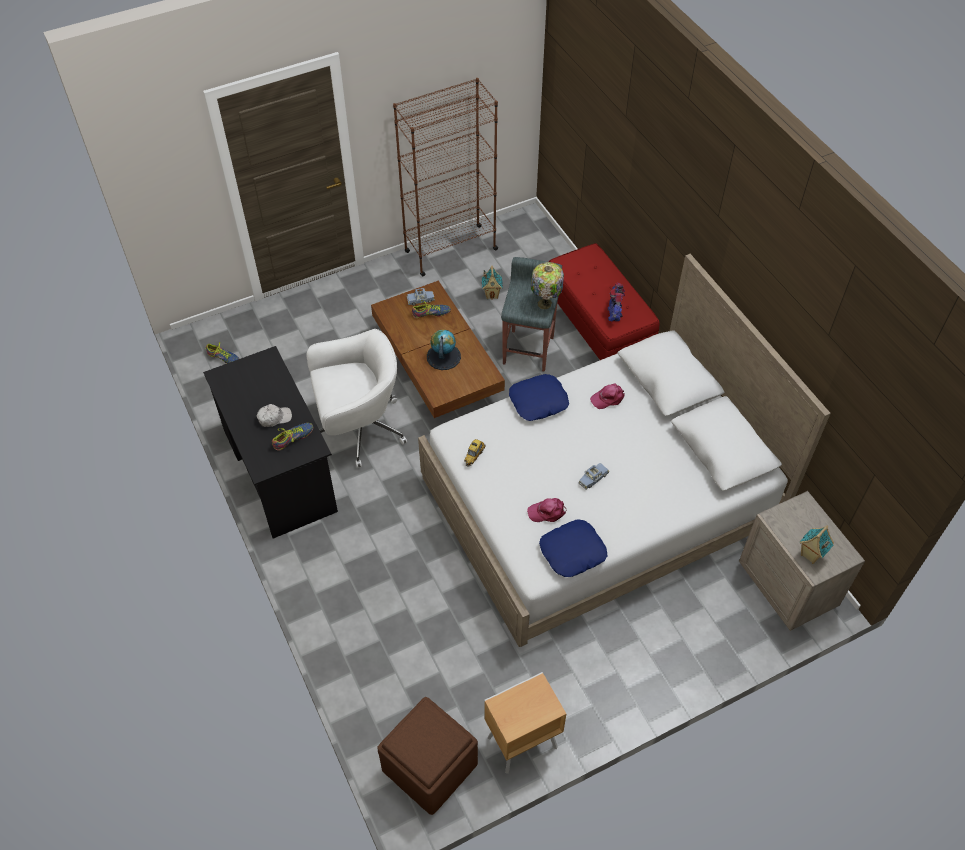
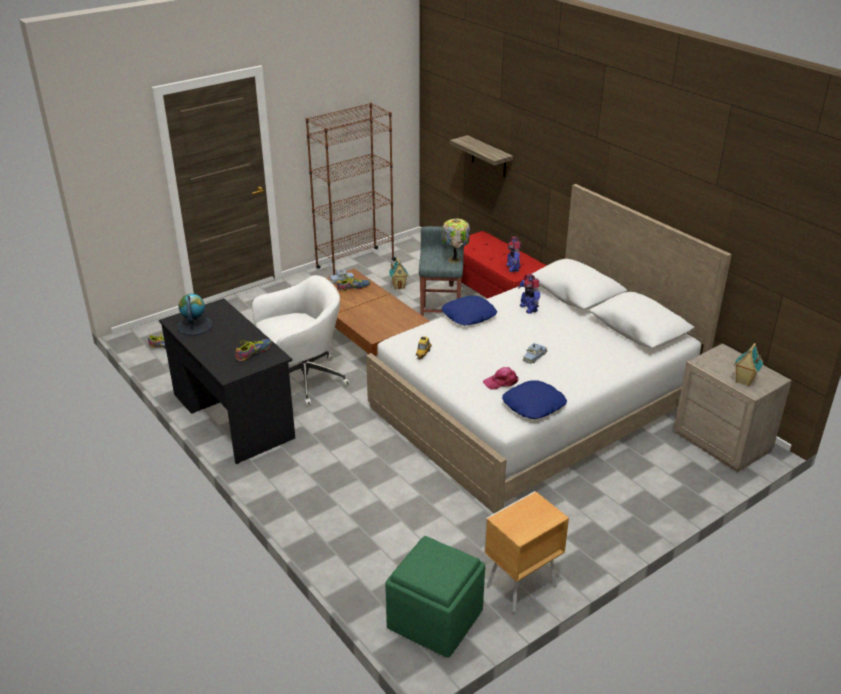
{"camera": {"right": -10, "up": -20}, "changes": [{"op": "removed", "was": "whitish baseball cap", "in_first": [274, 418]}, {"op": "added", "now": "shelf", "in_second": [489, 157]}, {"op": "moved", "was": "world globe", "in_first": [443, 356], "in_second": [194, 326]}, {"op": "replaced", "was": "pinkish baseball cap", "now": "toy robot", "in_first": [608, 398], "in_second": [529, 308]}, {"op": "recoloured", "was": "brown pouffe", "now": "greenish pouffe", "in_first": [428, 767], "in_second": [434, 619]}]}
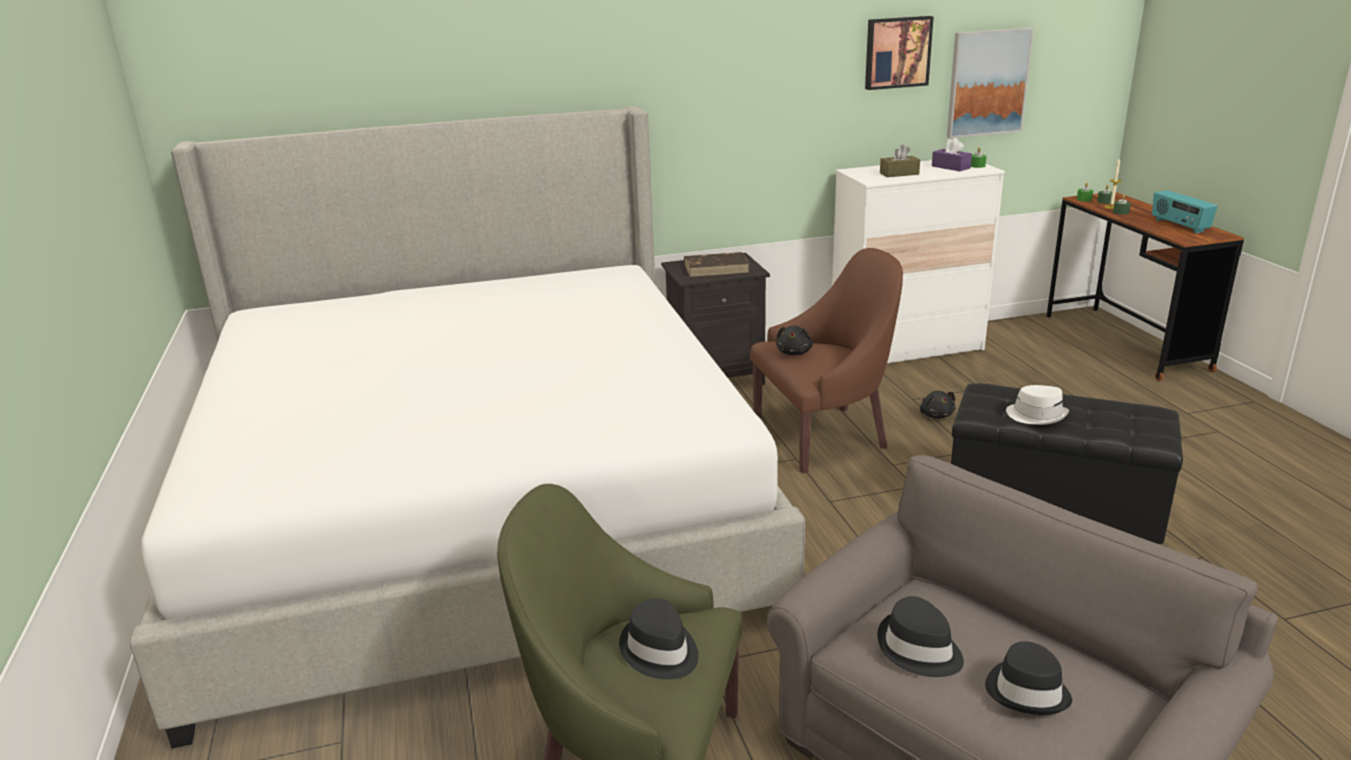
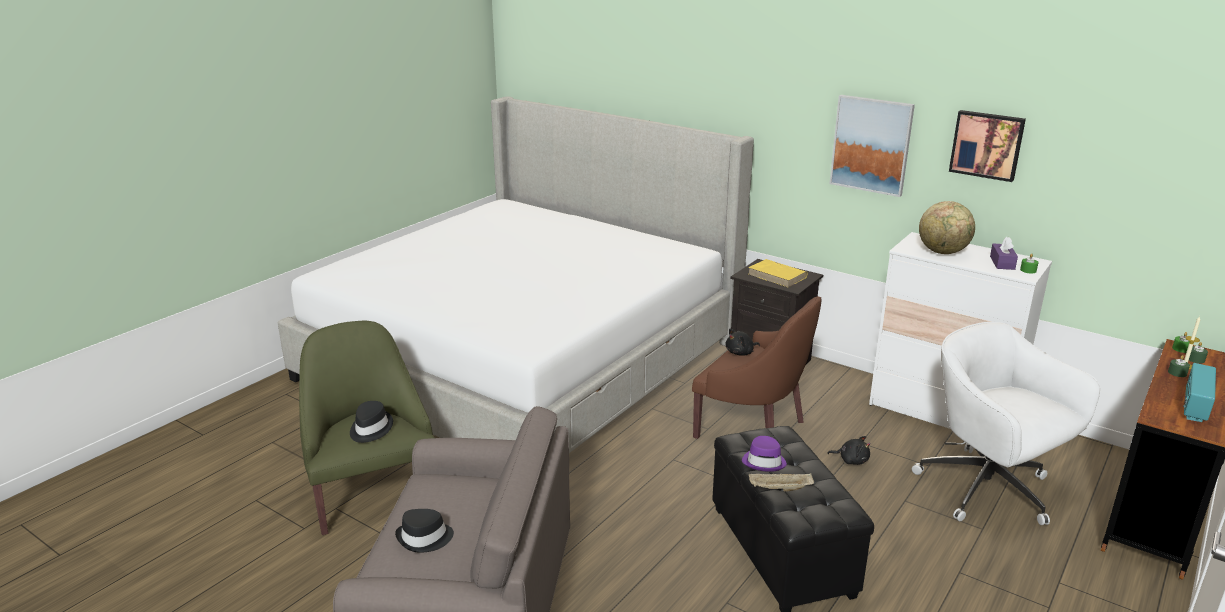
{"camera": {"right": 50, "up": 0}, "changes": [{"op": "removed", "was": "black-coloured hat", "in_first": [919, 650]}, {"op": "added", "now": "beige-coloured serving tray", "in_second": [779, 489]}, {"op": "added", "now": "whitish office chair", "in_second": [989, 491]}, {"op": "moved", "was": "wall picture", "in_first": [987, 83], "in_second": [871, 145]}, {"op": "replaced", "was": "brown tissue box", "now": "world globe", "in_first": [899, 174], "in_second": [943, 252]}, {"op": "recoloured", "was": "brown book", "now": "yellow book", "in_first": [717, 268], "in_second": [777, 276]}, {"op": "recoloured", "was": "whitish hat", "now": "purple-coloured hat", "in_first": [1036, 415], "in_second": [764, 462]}, {"op": "turned", "was": "black-coloured plush toy", "in_first": [936, 415], "in_second": [851, 460], "clockwise": -105}]}
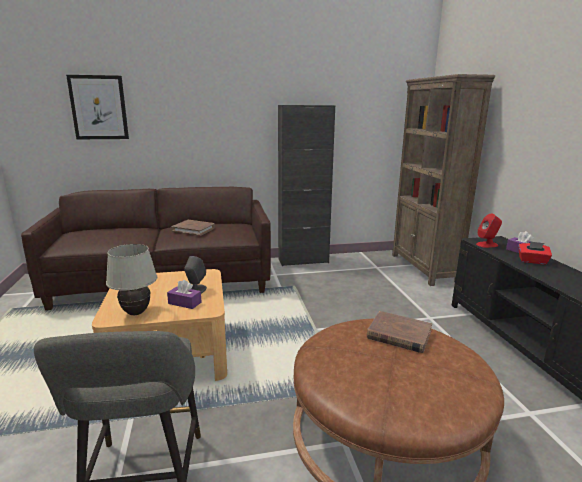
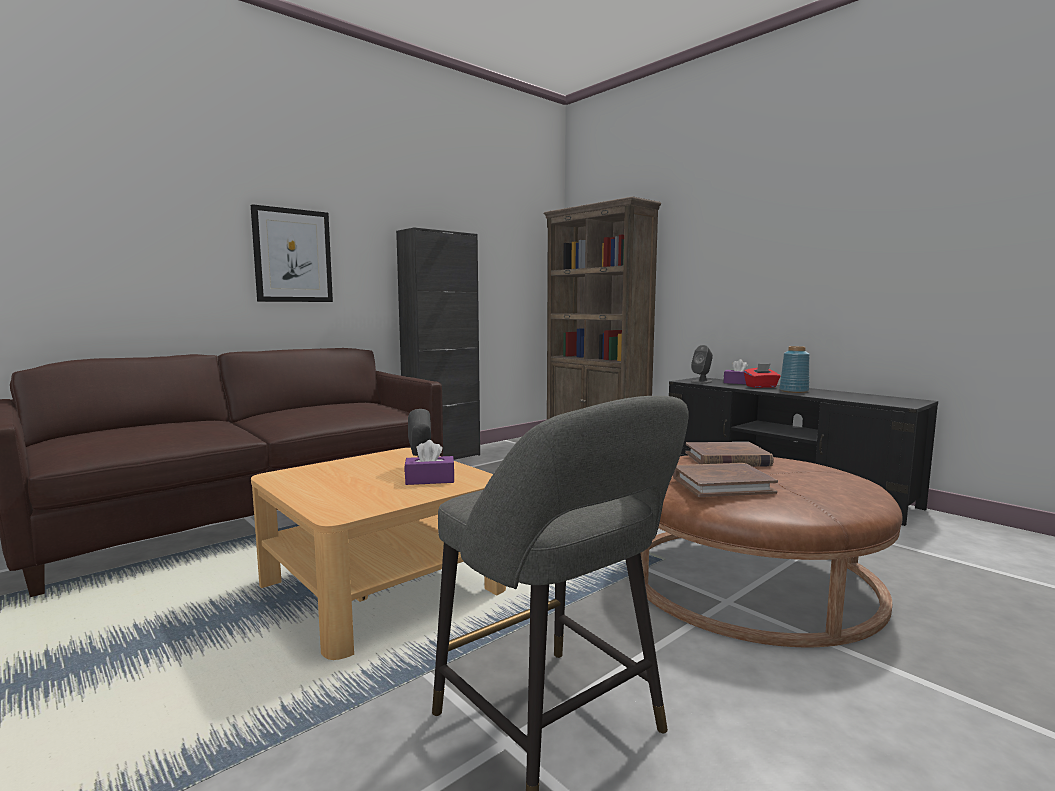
{"camera": {"right": -30, "up": -10}, "changes": [{"op": "removed", "was": "whitish lamp for a table", "in_first": [136, 313]}, {"op": "added", "now": "blue flower vase", "in_second": [794, 391]}, {"op": "moved", "was": "wall picture", "in_first": [99, 107], "in_second": [292, 256]}, {"op": "moved", "was": "brown book", "in_first": [194, 229], "in_second": [722, 484]}, {"op": "recoloured", "was": "reddish audio speaker", "now": "gray audio speaker", "in_first": [487, 244], "in_second": [701, 382]}]}
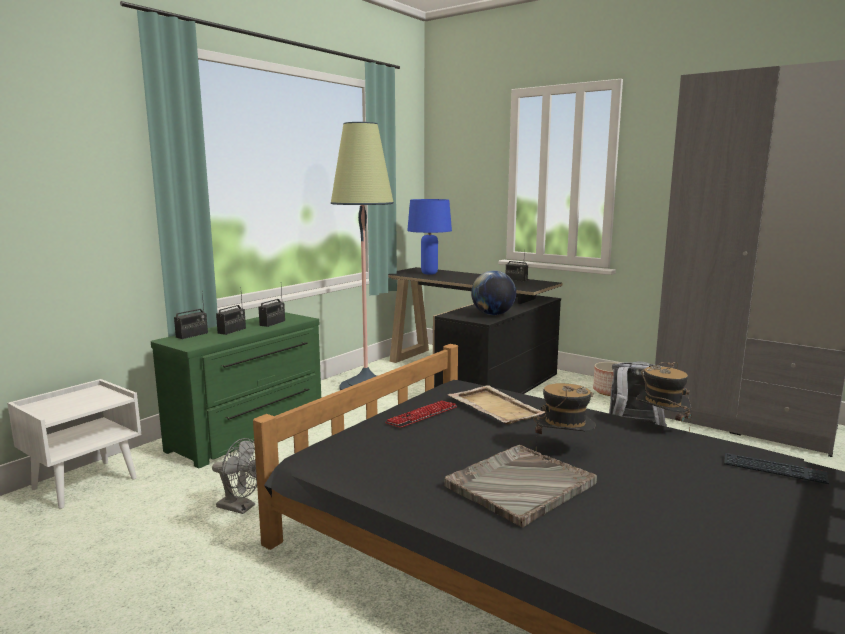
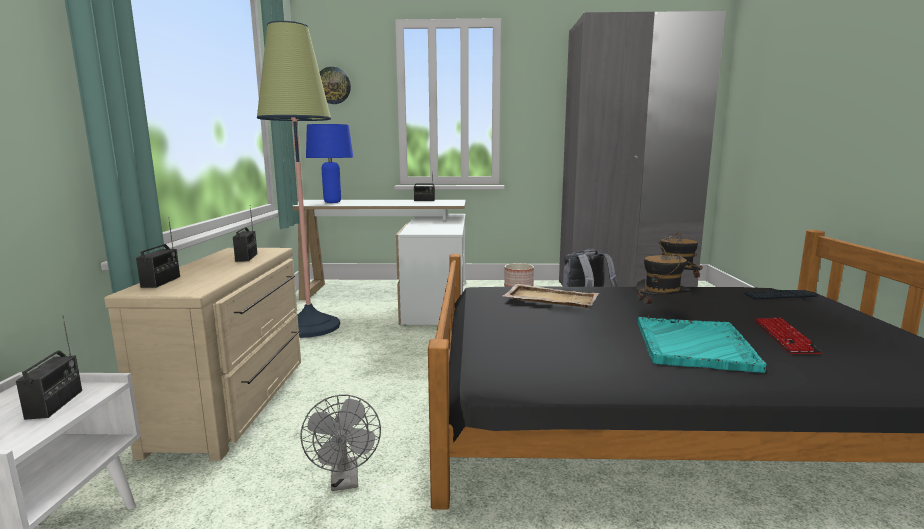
{"camera": {"right": -35, "up": 0}, "changes": [{"op": "removed", "was": "world globe", "in_first": [493, 314]}, {"op": "added", "now": "wall clock", "in_second": [333, 85]}, {"op": "moved", "was": "radio set", "in_first": [232, 331], "in_second": [55, 404]}, {"op": "moved", "was": "keyboard", "in_first": [422, 416], "in_second": [784, 337]}, {"op": "recoloured", "was": "greenish dresser", "now": "beige-coloured dresser", "in_first": [251, 433], "in_second": [237, 402]}, {"op": "recoloured", "was": "black-coloured desk unit", "now": "whitish desk unit", "in_first": [470, 376], "in_second": [396, 297]}, {"op": "recoloured", "was": "gray serving tray", "now": "blue-green serving tray", "in_first": [519, 485], "in_second": [693, 346]}, {"op": "turned", "was": "gray fan", "in_first": [241, 507], "in_second": [345, 481], "clockwise": 90}]}
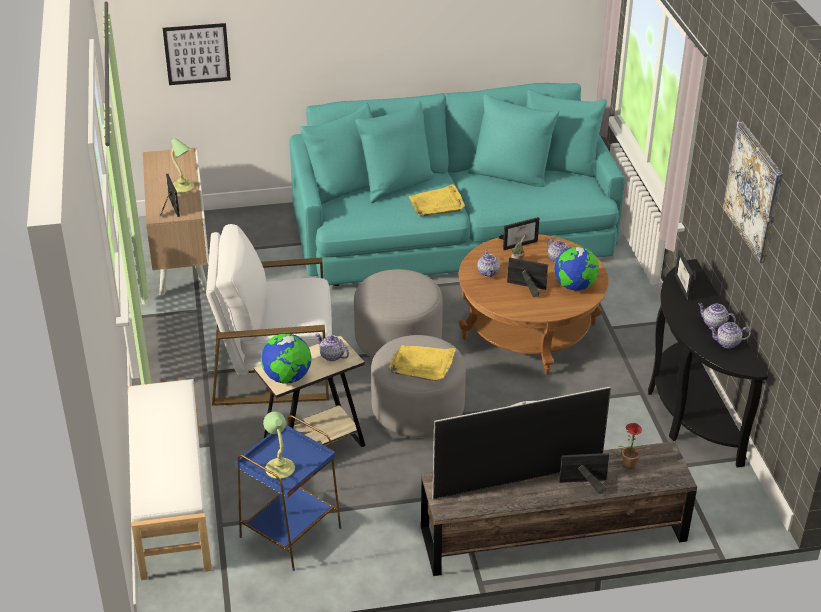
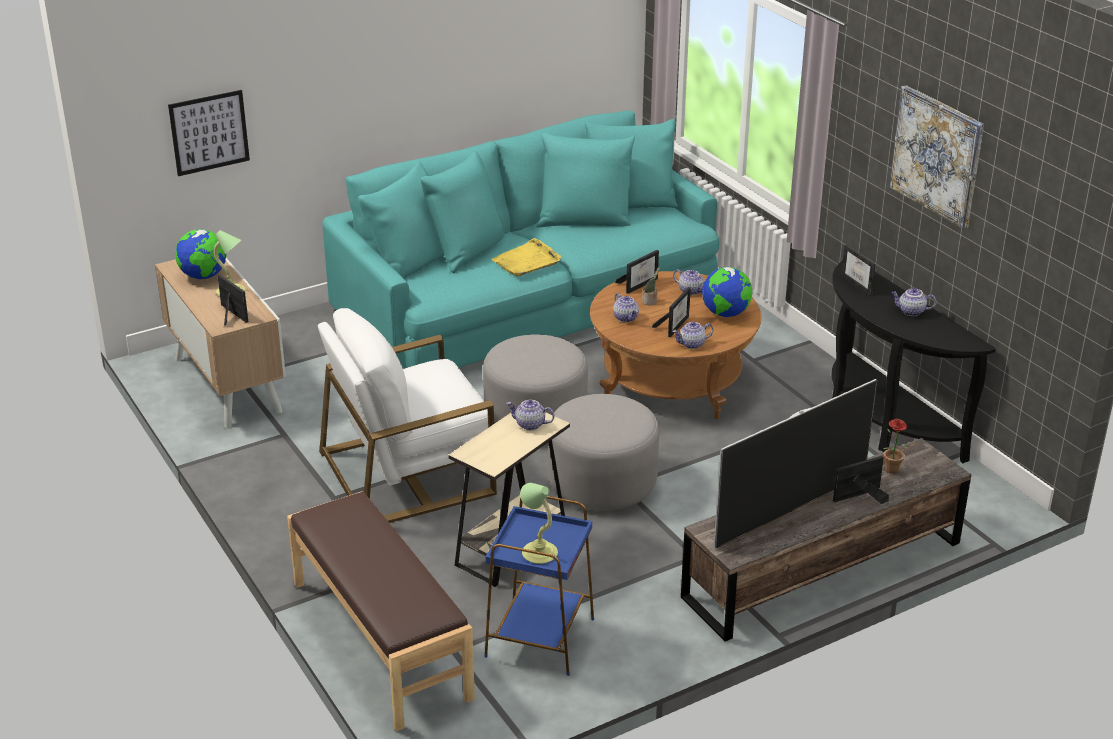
{"camera": {"right": -20, "up": -5}, "changes": [{"op": "removed", "was": "yellow serving tray", "in_first": [422, 364]}, {"op": "moved", "was": "world globe", "in_first": [287, 378], "in_second": [203, 276]}, {"op": "moved", "was": "pot for tea", "in_first": [727, 343], "in_second": [692, 344]}, {"op": "recoloured", "was": "whitish indoor bench", "now": "brown indoor bench", "in_first": [170, 501], "in_second": [379, 640]}, {"op": "turned", "was": "standing frame", "in_first": [524, 287], "in_second": [674, 325], "clockwise": 120}]}
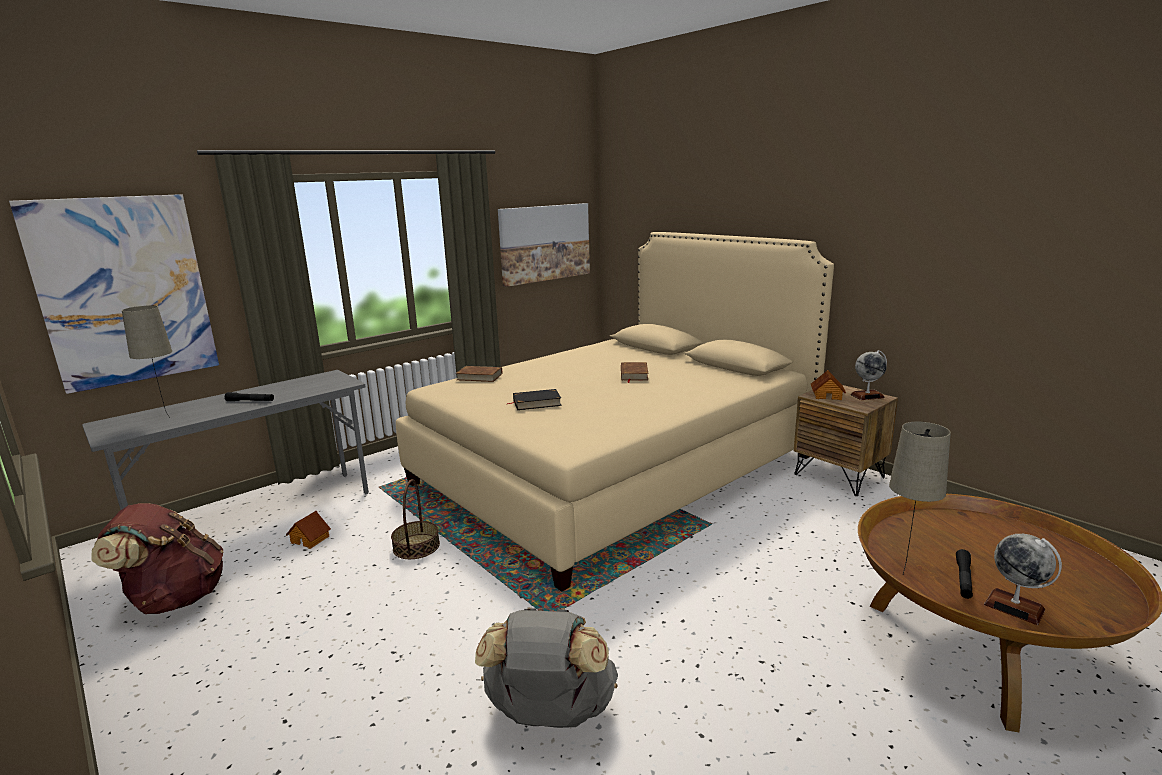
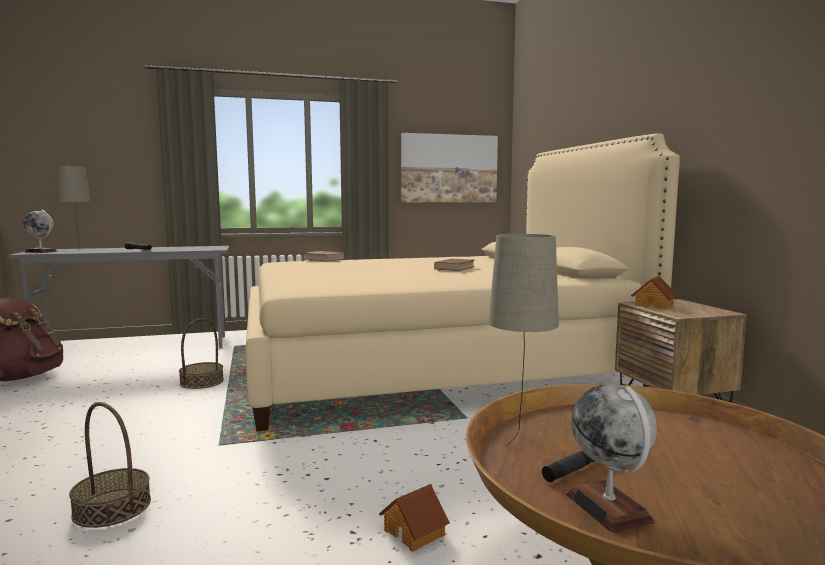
{"camera": {"right": 25, "up": -10}, "changes": [{"op": "removed", "was": "wall picture", "in_first": [124, 291]}, {"op": "removed", "was": "black-coloured book", "in_first": [536, 403]}, {"op": "moved", "was": "miniature house", "in_first": [310, 539], "in_second": [415, 532]}, {"op": "moved", "was": "world globe", "in_first": [867, 396], "in_second": [41, 252]}, {"op": "replaced", "was": "gray backpack", "now": "basket", "in_first": [550, 714], "in_second": [112, 507]}]}
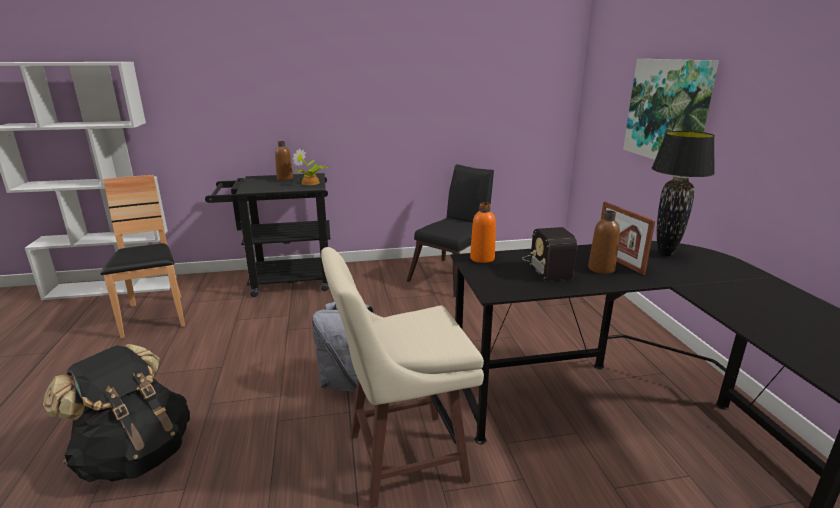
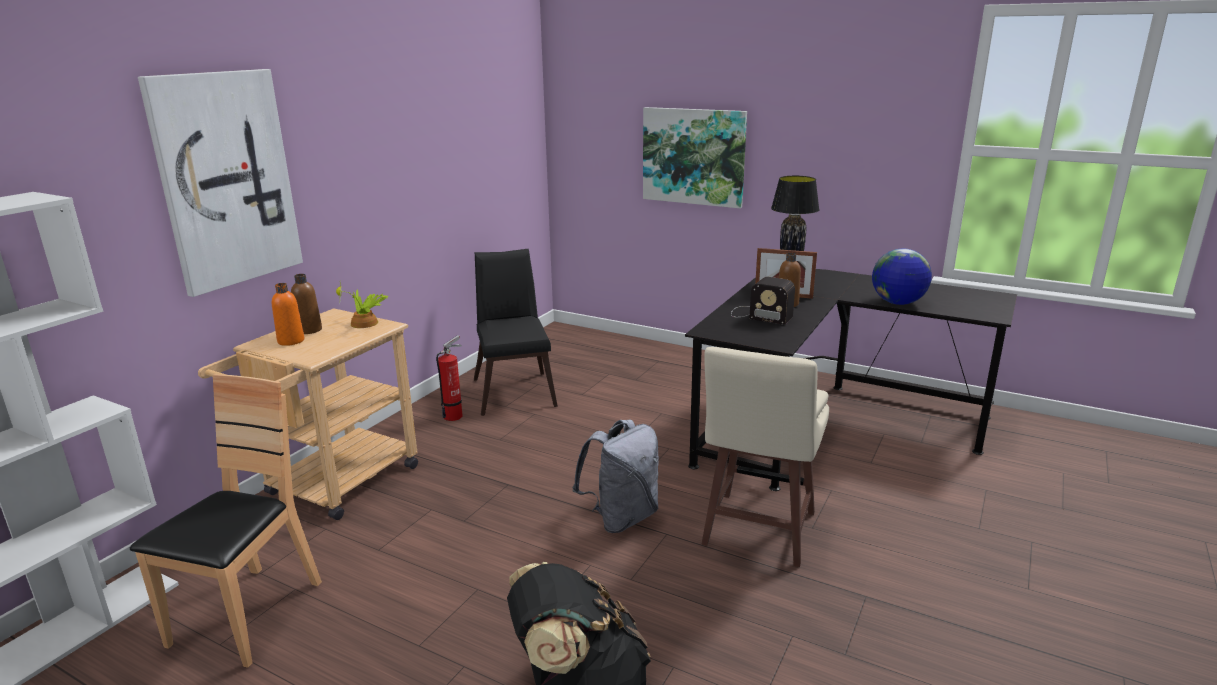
{"camera": {"right": -50, "up": 0}, "changes": [{"op": "added", "now": "wall picture", "in_second": [226, 180]}, {"op": "added", "now": "extinguisher", "in_second": [455, 415]}, {"op": "added", "now": "world globe", "in_second": [897, 303]}, {"op": "moved", "was": "orangey beverage bottle", "in_first": [482, 258], "in_second": [291, 341]}, {"op": "recoloured", "was": "black-coloured wheeled cart", "now": "beige-coloured wheeled cart", "in_first": [283, 281], "in_second": [334, 486]}, {"op": "turned", "was": "brown plain chair", "in_first": [155, 316], "in_second": [248, 615], "clockwise": 90}]}
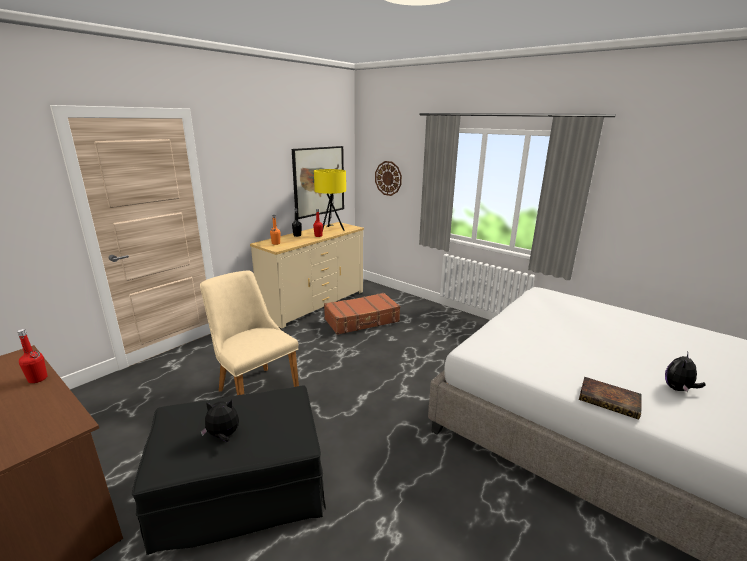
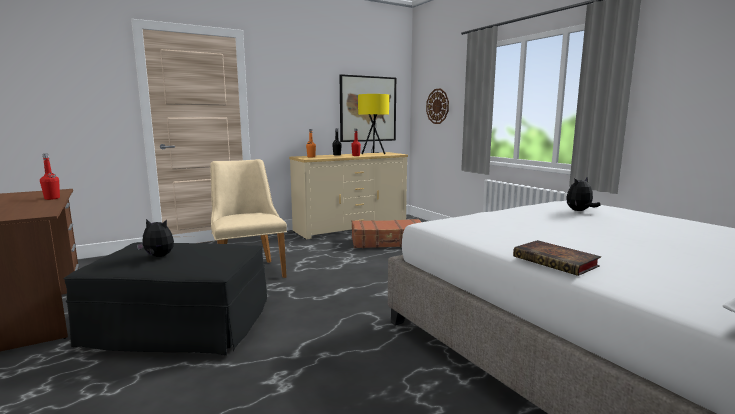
{"camera": {"right": 20, "up": -10}, "changes": [{"op": "moved", "was": "plush toy", "in_first": [678, 389], "in_second": [579, 211]}]}
